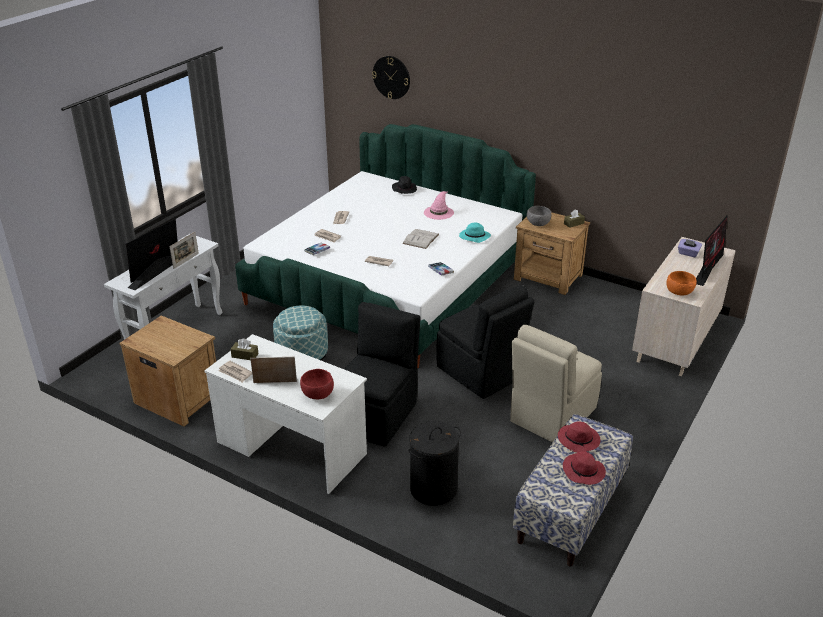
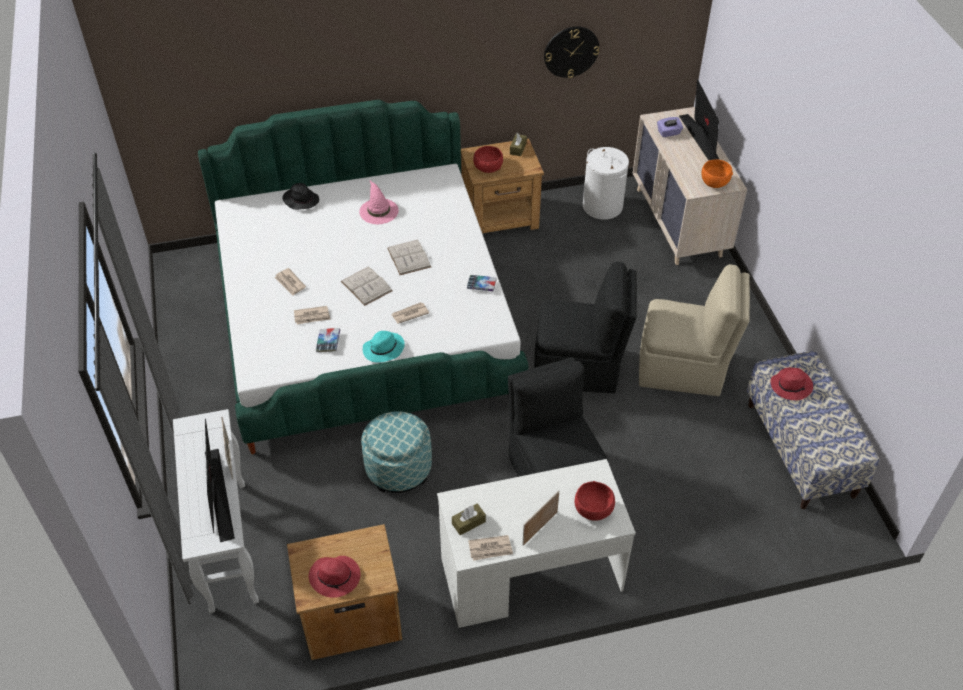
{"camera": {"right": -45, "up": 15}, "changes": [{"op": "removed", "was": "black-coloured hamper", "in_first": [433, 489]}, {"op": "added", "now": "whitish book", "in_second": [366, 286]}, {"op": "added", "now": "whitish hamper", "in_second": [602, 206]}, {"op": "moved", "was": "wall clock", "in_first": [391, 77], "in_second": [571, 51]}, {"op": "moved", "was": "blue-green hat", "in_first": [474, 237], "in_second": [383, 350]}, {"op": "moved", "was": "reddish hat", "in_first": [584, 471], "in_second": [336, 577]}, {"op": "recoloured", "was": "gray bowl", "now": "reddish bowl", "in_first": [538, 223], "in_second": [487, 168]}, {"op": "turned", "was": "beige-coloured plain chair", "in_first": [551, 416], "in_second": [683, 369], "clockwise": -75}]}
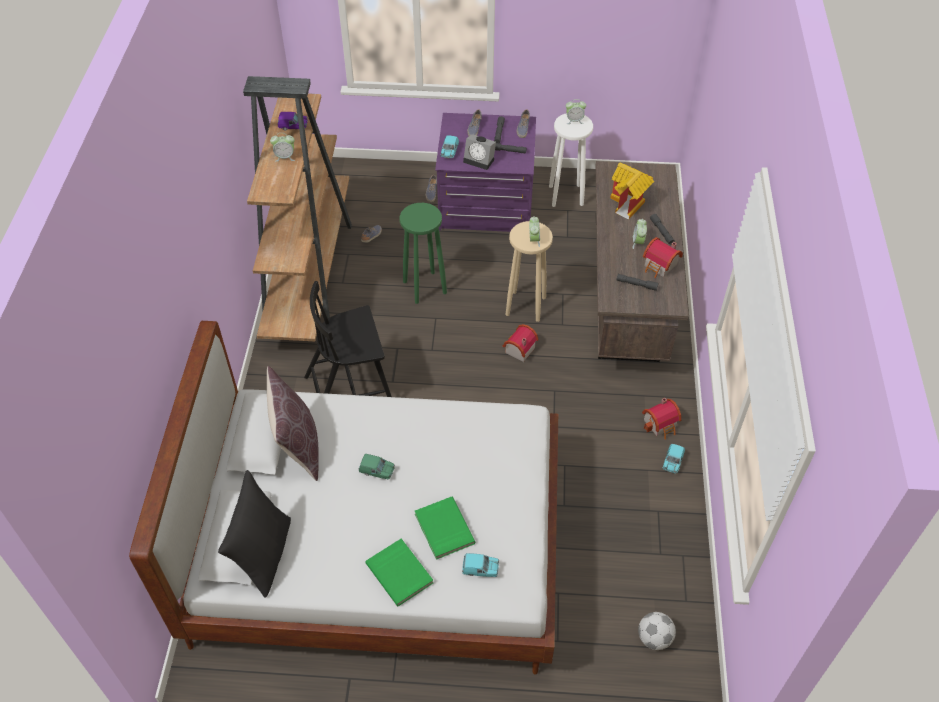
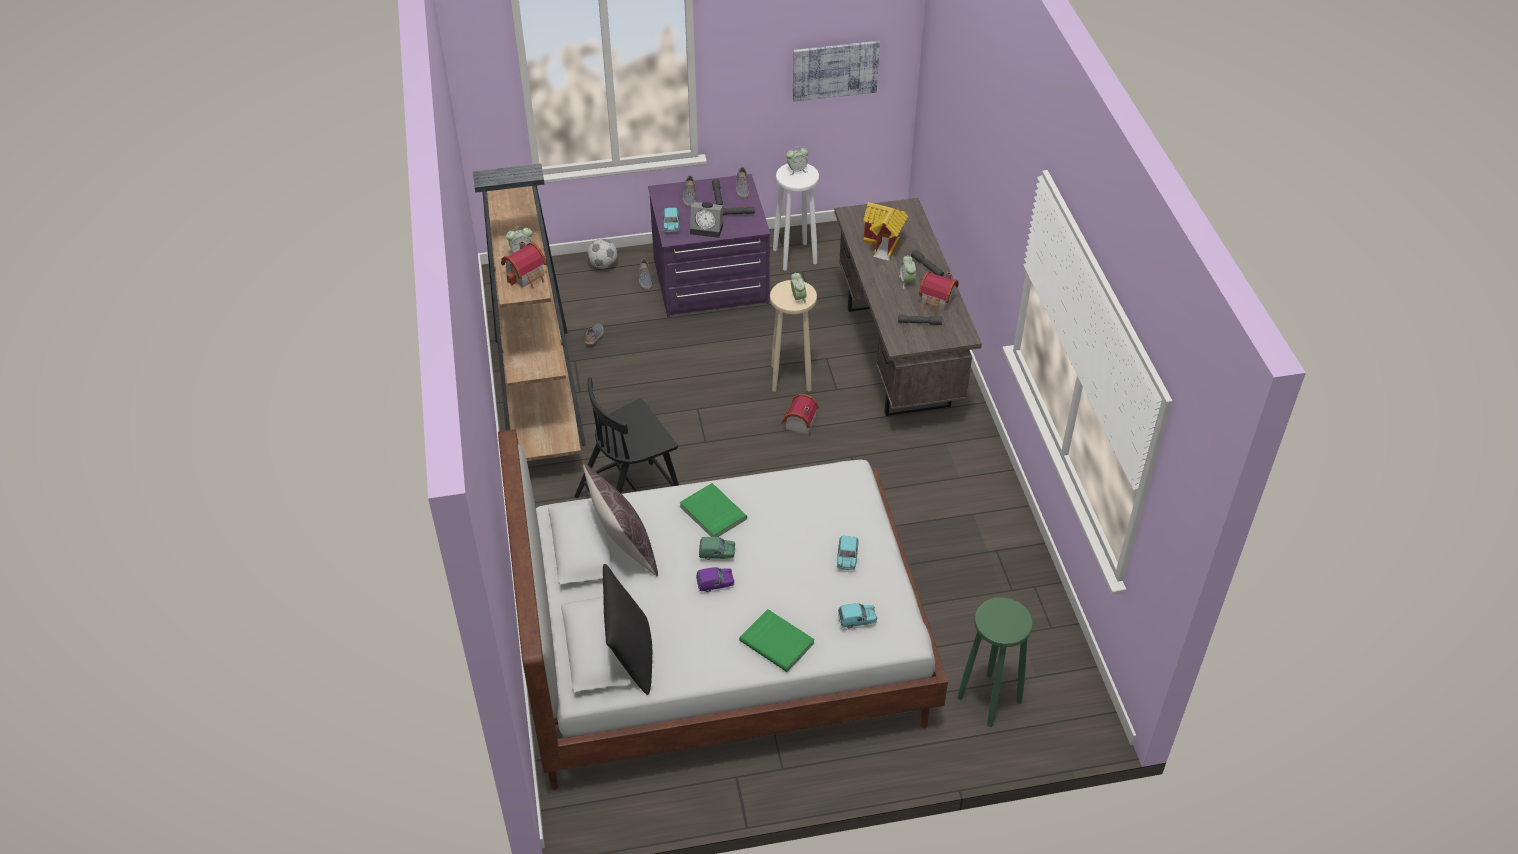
{"camera": {"right": -15, "up": -5}, "changes": [{"op": "added", "now": "wall picture", "in_second": [835, 70]}, {"op": "moved", "was": "purple-coloured toy car", "in_first": [293, 126], "in_second": [715, 584]}, {"op": "moved", "was": "greenish stool", "in_first": [424, 287], "in_second": [988, 700]}, {"op": "moved", "was": "greenish book", "in_first": [443, 529], "in_second": [712, 513]}, {"op": "moved", "was": "football ball", "in_first": [654, 638], "in_second": [603, 265]}, {"op": "moved", "was": "miniature house", "in_first": [661, 425], "in_second": [527, 275]}, {"op": "moved", "was": "blue-green toy car", "in_first": [672, 462], "in_second": [847, 558]}]}
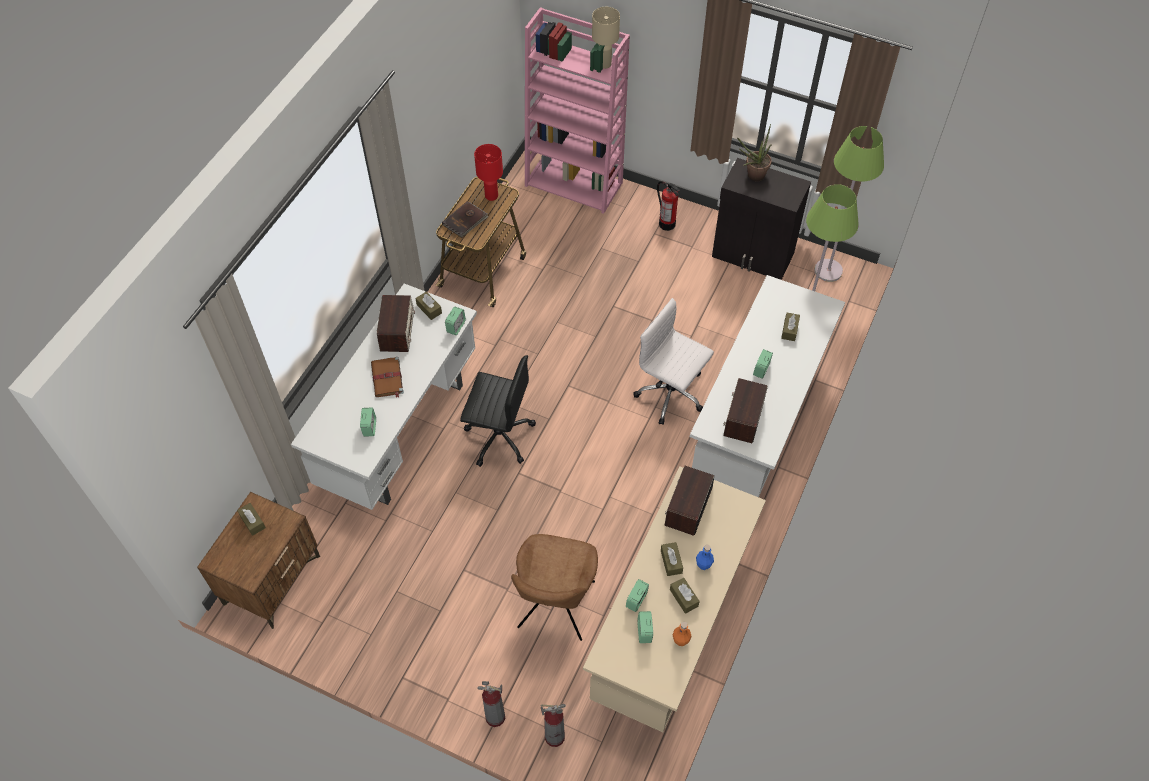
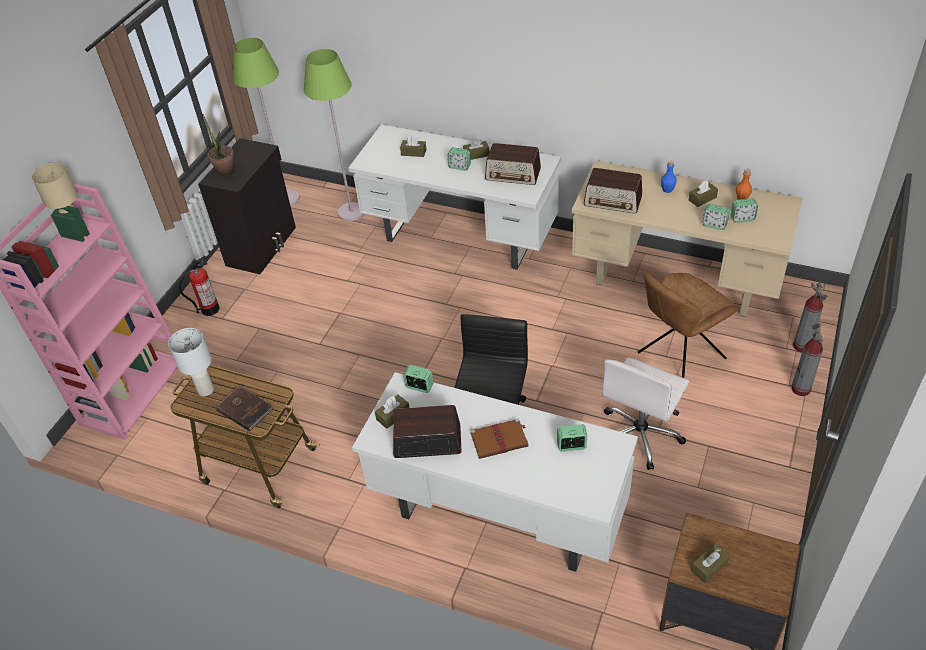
{"camera": {"right": -90, "up": -10}, "changes": [{"op": "moved", "was": "whitish office chair", "in_first": [671, 394], "in_second": [640, 435]}, {"op": "moved", "was": "brown tissue box", "in_first": [671, 561], "in_second": [476, 155]}, {"op": "recoloured", "was": "reddish lamp for a table", "now": "whitish lamp for a table", "in_first": [491, 196], "in_second": [206, 390]}, {"op": "turned", "was": "brown plain chair", "in_first": [555, 607], "in_second": [678, 357], "clockwise": 135}]}
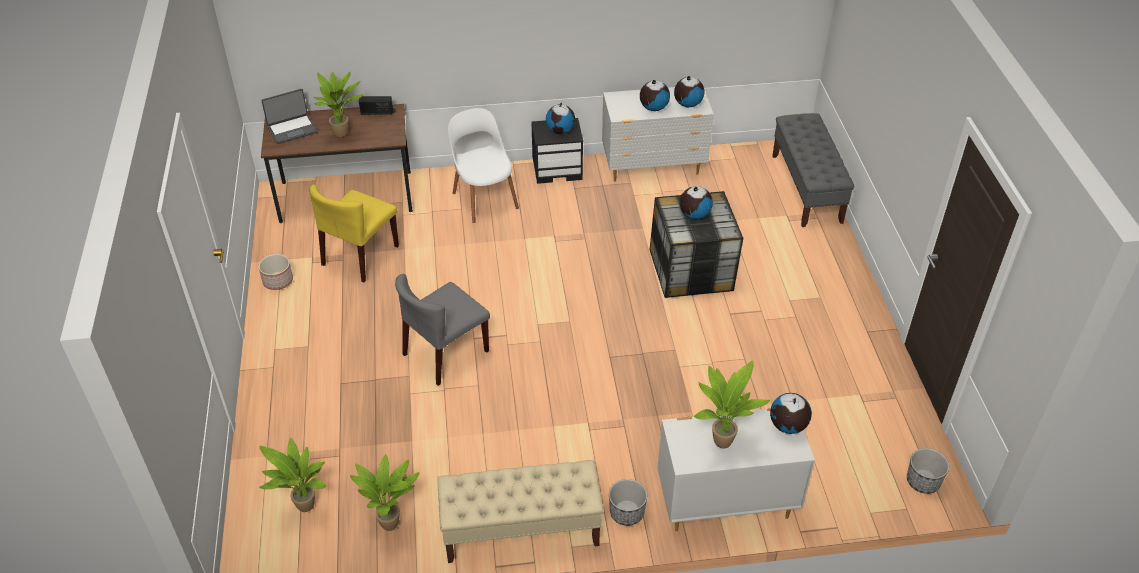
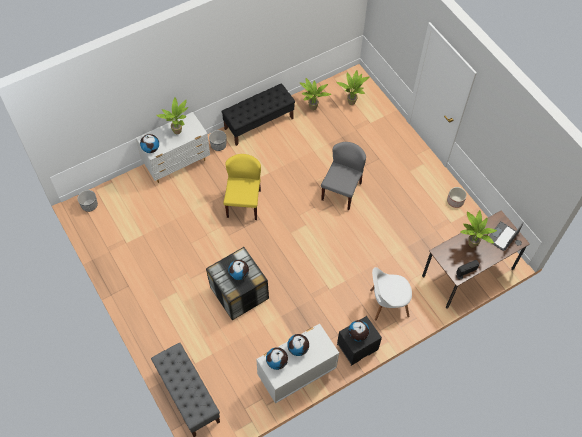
{"camera": {"right": 155, "up": 15}, "changes": [{"op": "moved", "was": "yellow plain chair", "in_first": [360, 256], "in_second": [243, 203]}, {"op": "recoloured", "was": "beige-coloured indoor bench", "now": "black-coloured indoor bench", "in_first": [520, 531], "in_second": [259, 123]}, {"op": "turned", "was": "whitish plain chair", "in_first": [484, 198], "in_second": [387, 303], "clockwise": 135}]}
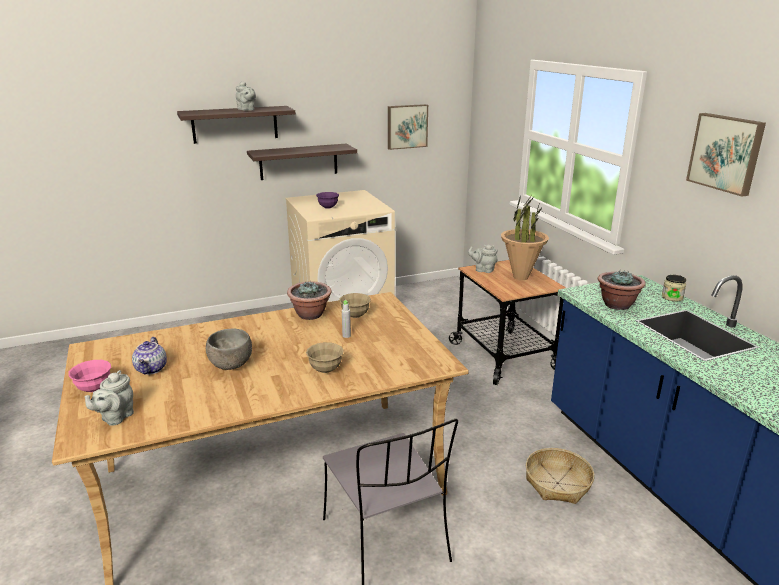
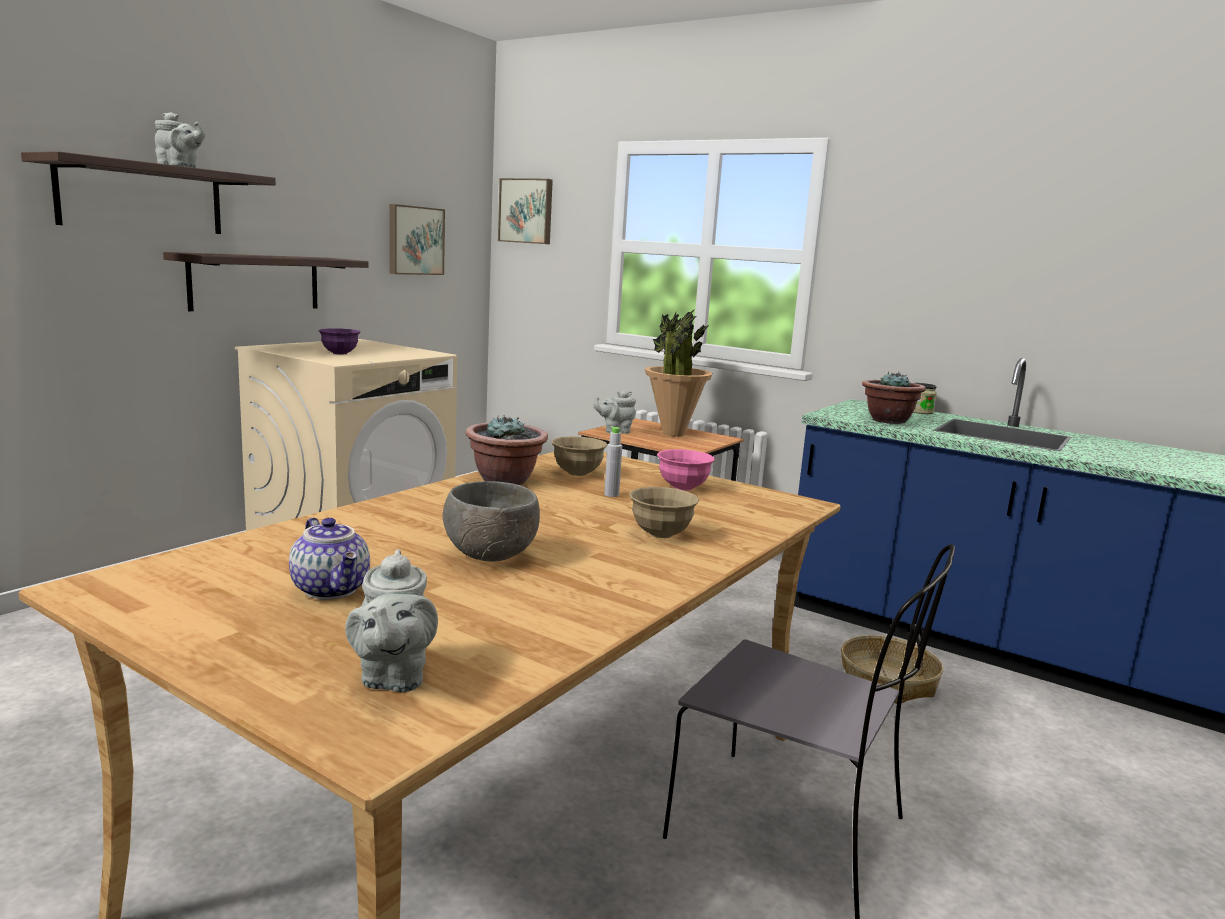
{"camera": {"right": -35, "up": -10}, "changes": [{"op": "moved", "was": "pinkish bowl", "in_first": [94, 388], "in_second": [683, 487]}, {"op": "moved", "was": "wall picture", "in_first": [726, 153], "in_second": [526, 211]}]}
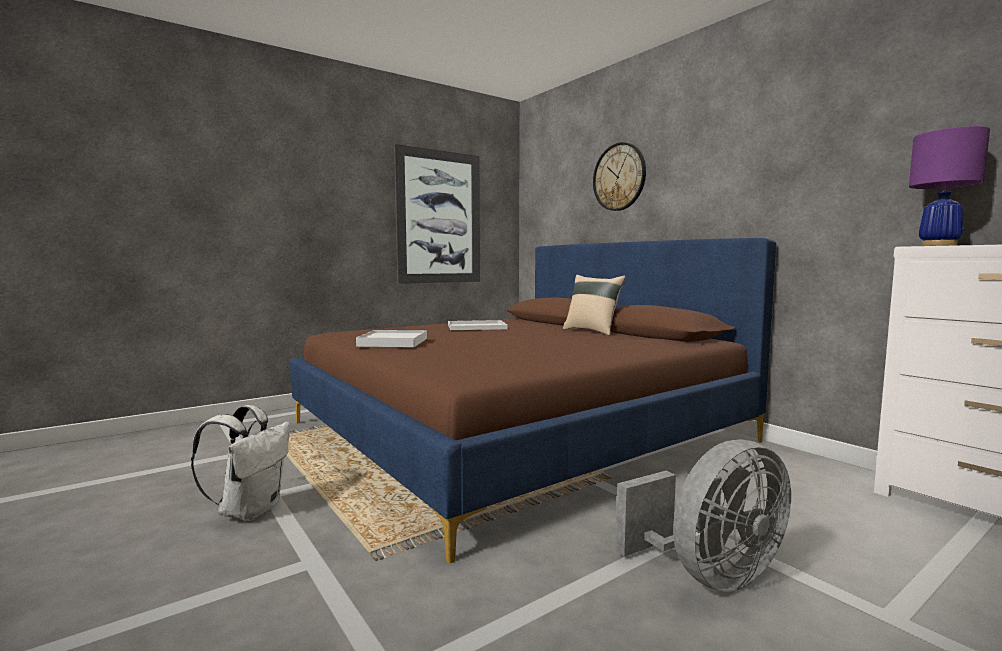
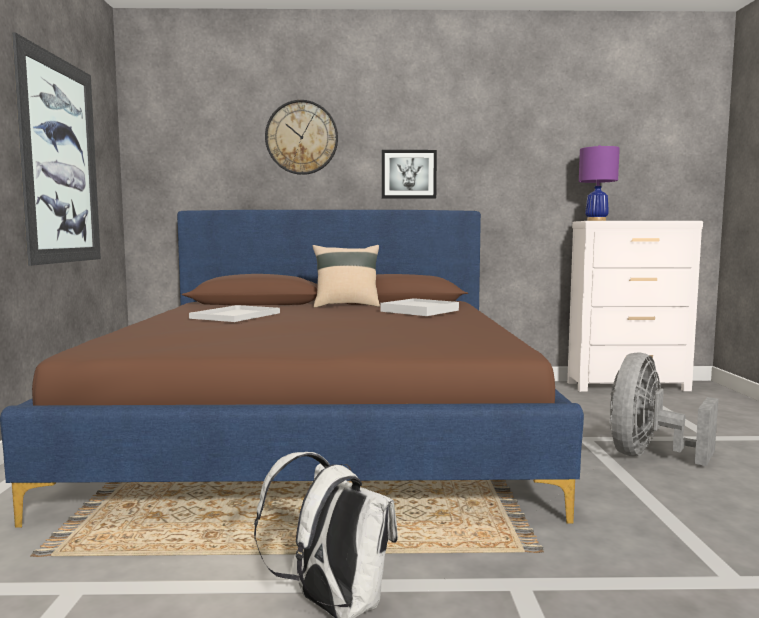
{"camera": {"right": -55, "up": 0}, "changes": [{"op": "added", "now": "wall picture", "in_second": [408, 174]}, {"op": "moved", "was": "whitish serving tray", "in_first": [393, 342], "in_second": [419, 311]}, {"op": "turned", "was": "gray fan", "in_first": [710, 575], "in_second": [648, 455], "clockwise": -150}]}
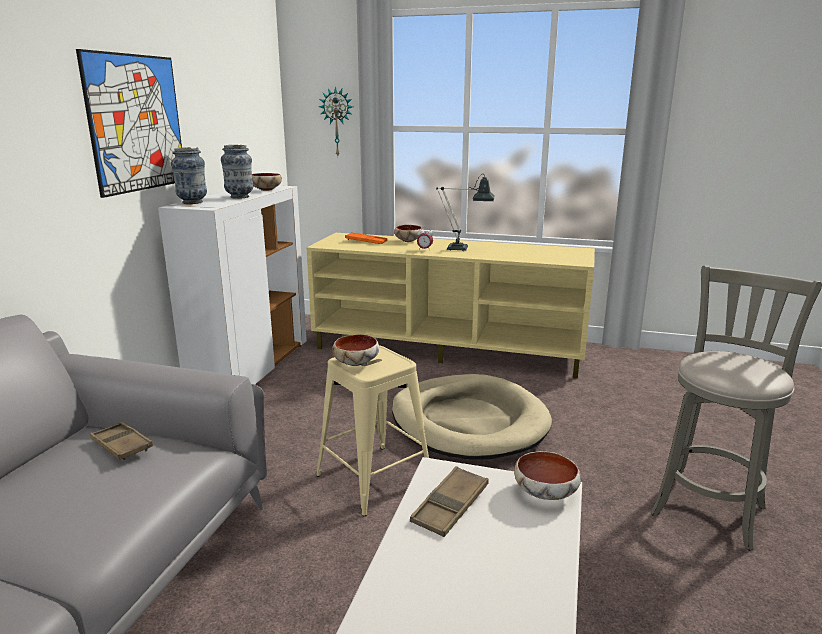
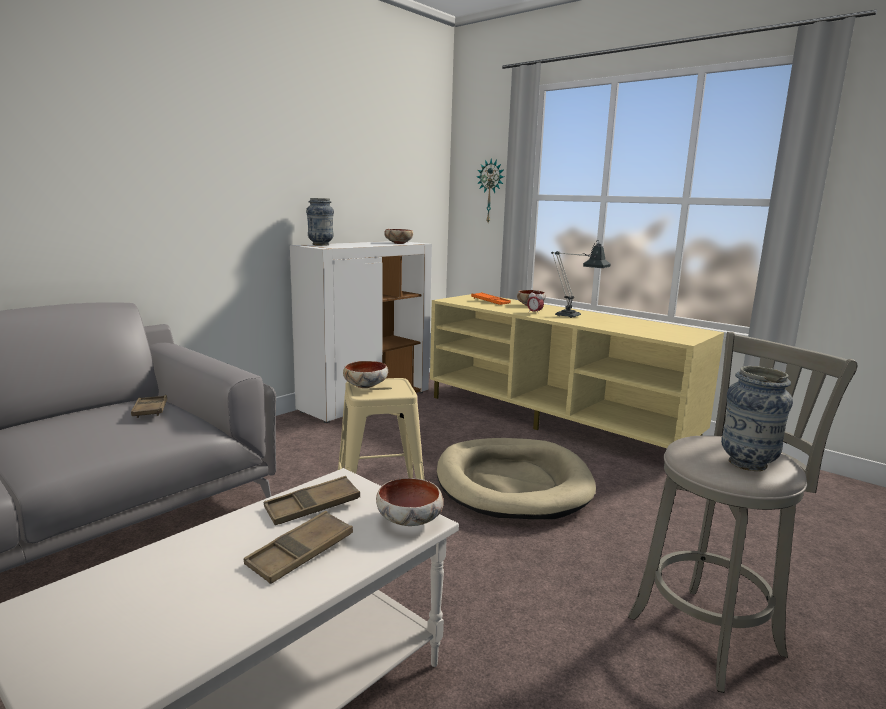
{"camera": {"right": 25, "up": -5}, "changes": [{"op": "removed", "was": "wall picture", "in_first": [136, 123]}, {"op": "added", "now": "brown serving tray", "in_second": [300, 553]}, {"op": "moved", "was": "flower vase", "in_first": [239, 197], "in_second": [747, 464]}]}
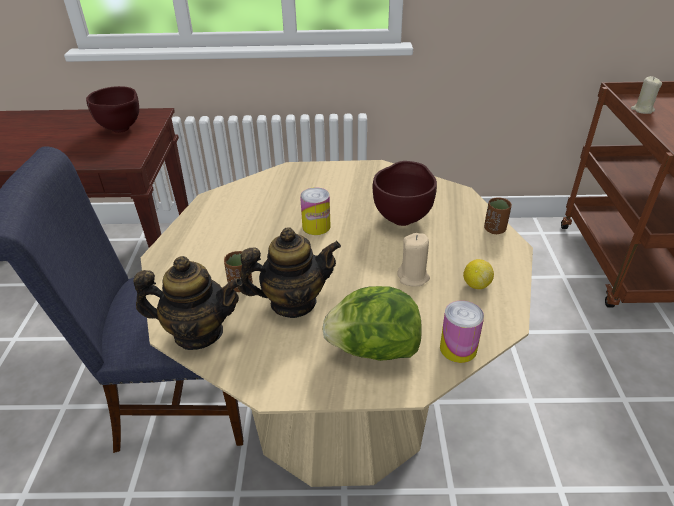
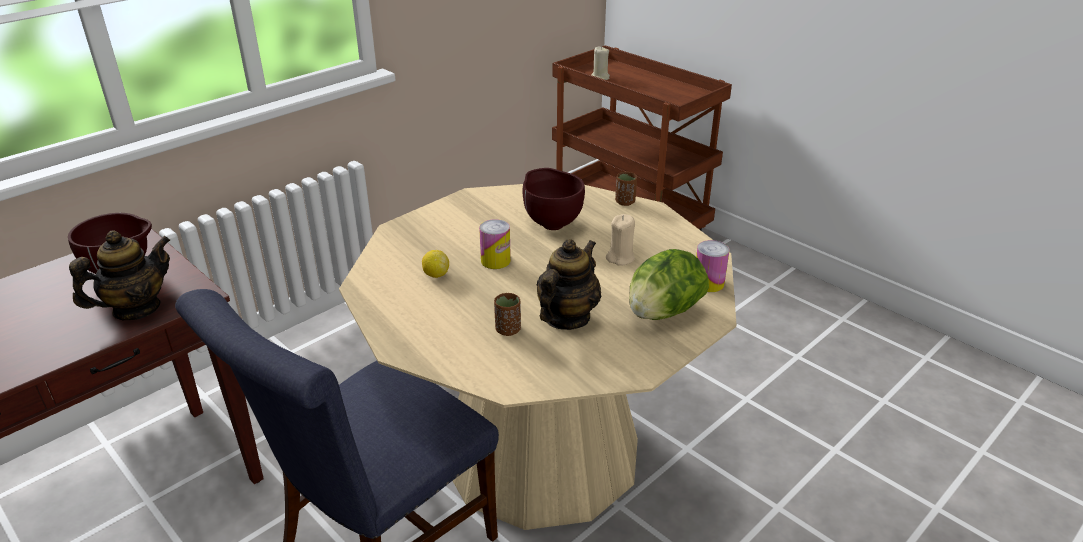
{"camera": {"right": -45, "up": -5}, "changes": [{"op": "moved", "was": "pot for tea", "in_first": [198, 333], "in_second": [136, 309]}, {"op": "moved", "was": "whole lemon", "in_first": [476, 284], "in_second": [436, 274]}]}
